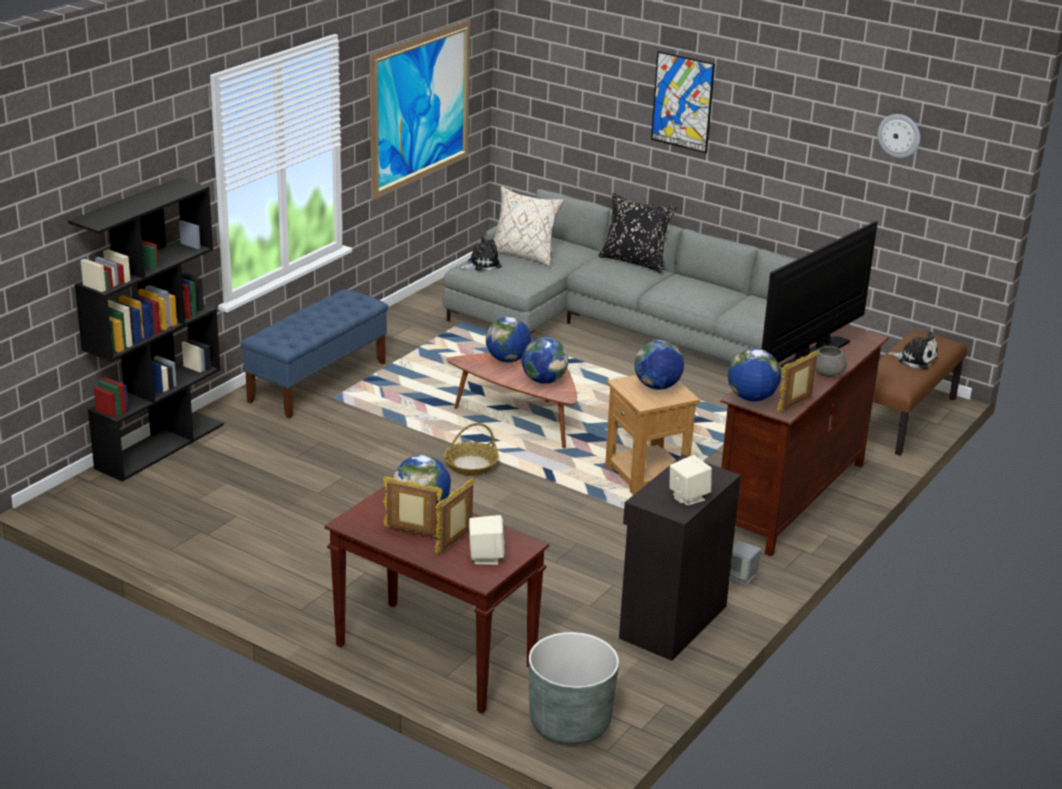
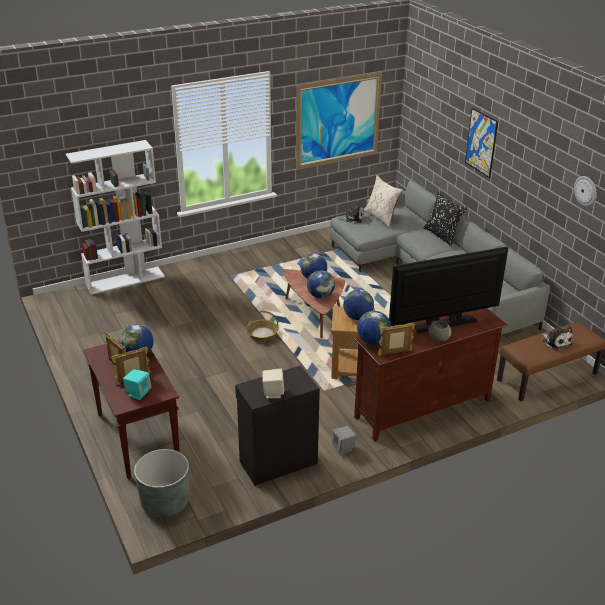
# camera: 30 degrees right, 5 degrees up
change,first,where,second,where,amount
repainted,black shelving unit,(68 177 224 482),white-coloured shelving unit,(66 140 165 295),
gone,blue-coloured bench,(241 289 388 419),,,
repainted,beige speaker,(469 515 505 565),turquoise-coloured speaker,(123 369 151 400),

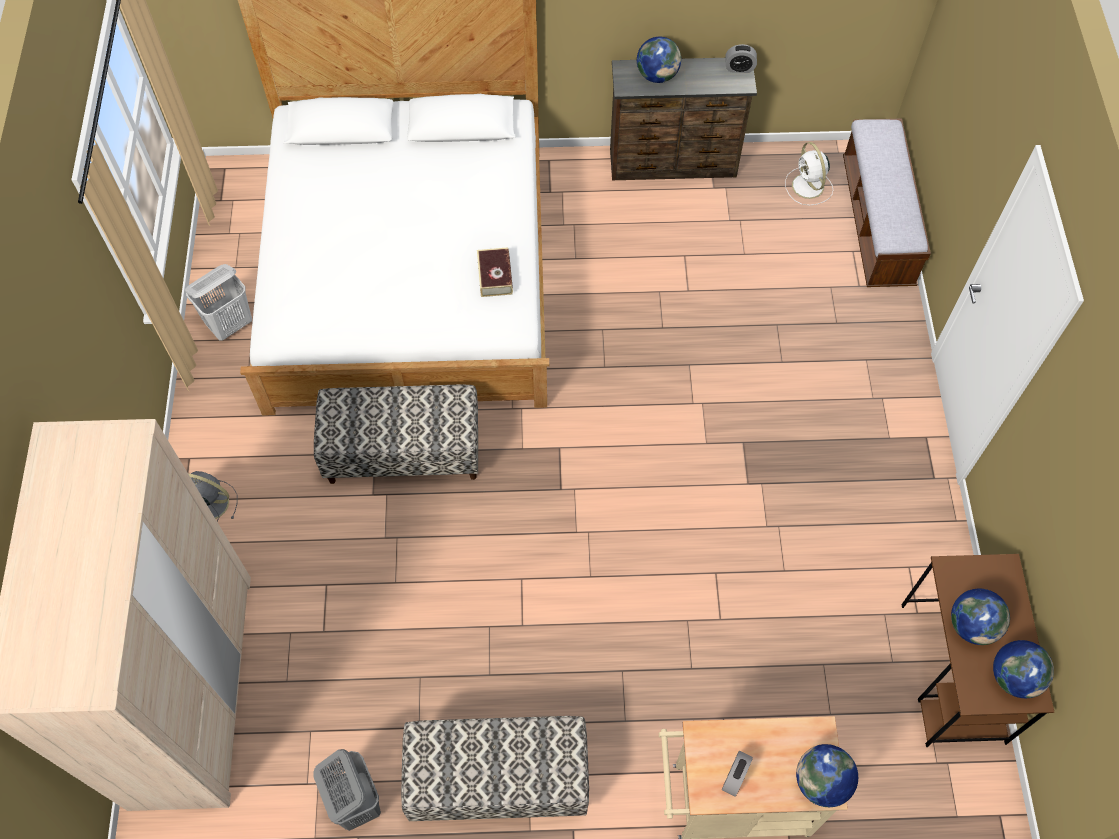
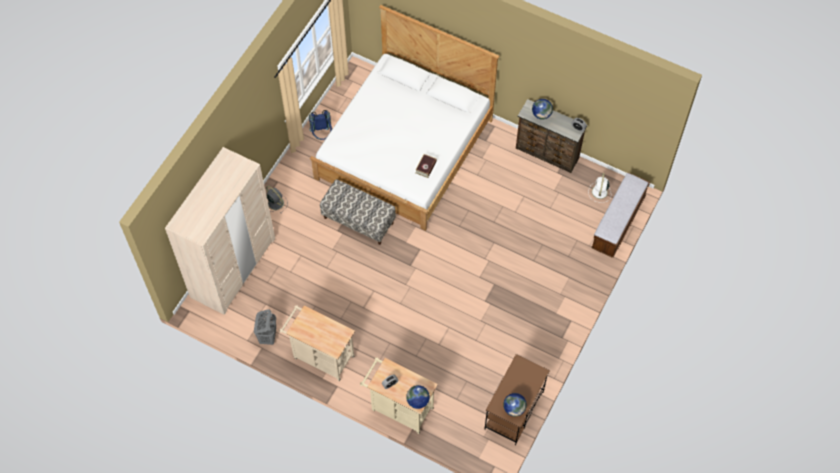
# camera: 30 degrees right, 0 degrees up
change,first,where,second,where,amount
swapped,white-coloured laundry basket,(185 264 252 341),blue-coloured rucksack,(309 110 332 140),
swapped,bench,(401 716 589 821),beige wheeled cart,(279 305 355 381),
gone,desk globe,(951 589 1010 645),,,

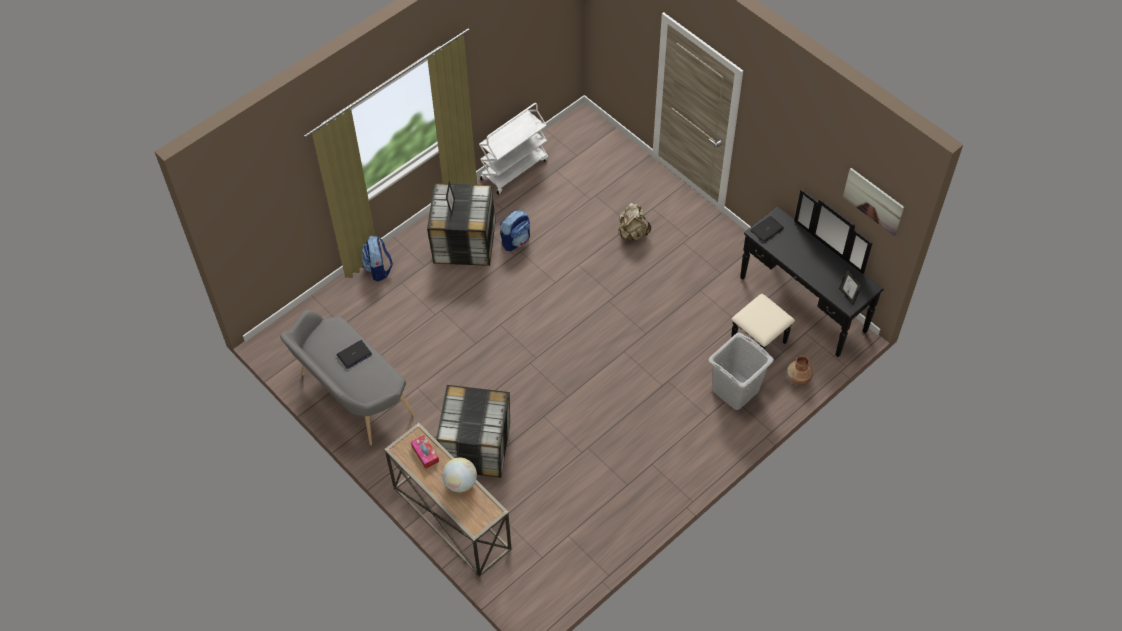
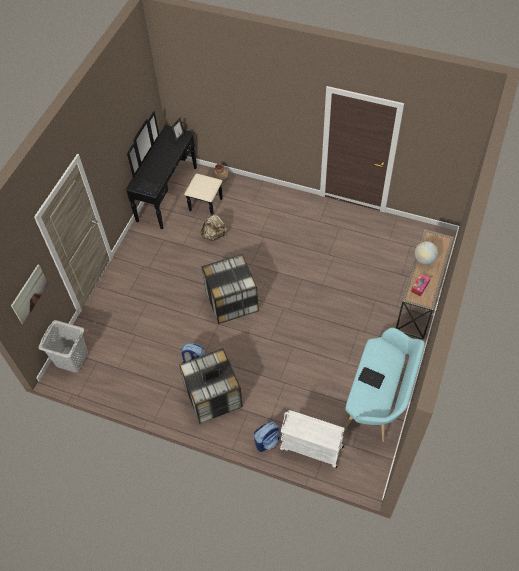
# camera: 115 degrees left, 0 degrees up
change,first,where,second,where,amount
repainted,grey bench,(280 310 415 445),turquoise-coloured bench,(344 328 425 442),
shifted,storage box,(436 385 510 478),,(201 254 259 324),
shifted,white-coloured wheeled cart,(479 103 548 195),,(280 410 345 468),
shifted,beige rucksack,(618 203 651 241),,(200 214 227 241),
shifted,grey laundry basket,(709 333 774 410),,(38 320 88 373),
shifted,wall picture,(843 168 904 236),,(11 265 48 324),

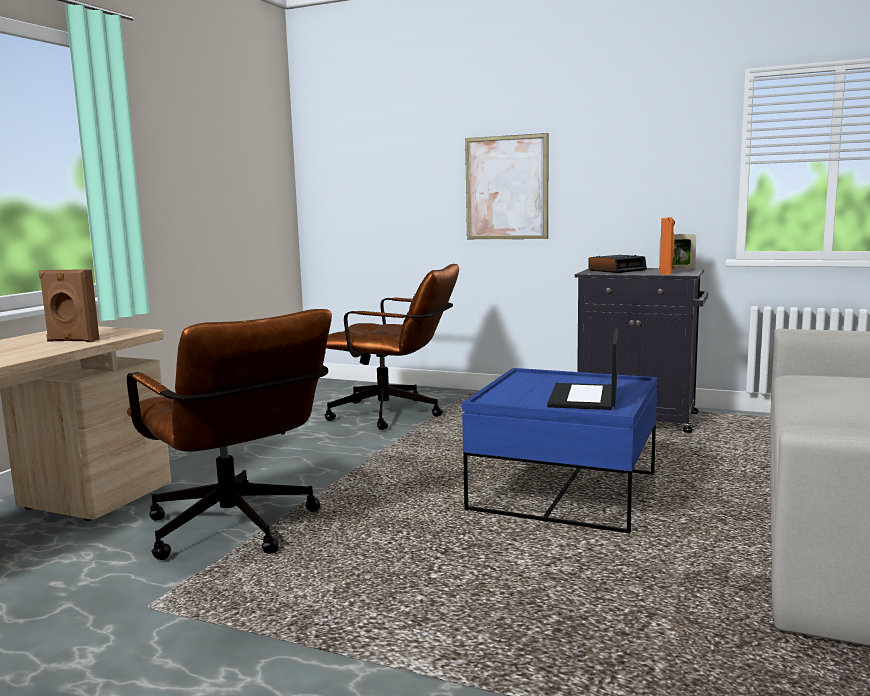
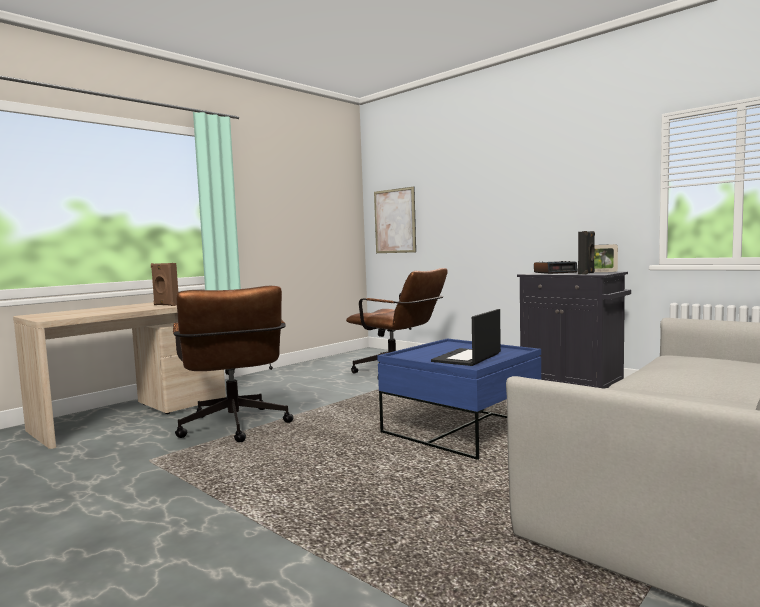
# camera: 20 degrees right, 5 degrees down
change,first,where,second,where,amount
shifted,wall picture,(465 133 548 239),,(374 186 416 253),
repainted,orangey speaker,(660 217 675 275),black speaker,(578 231 595 275),

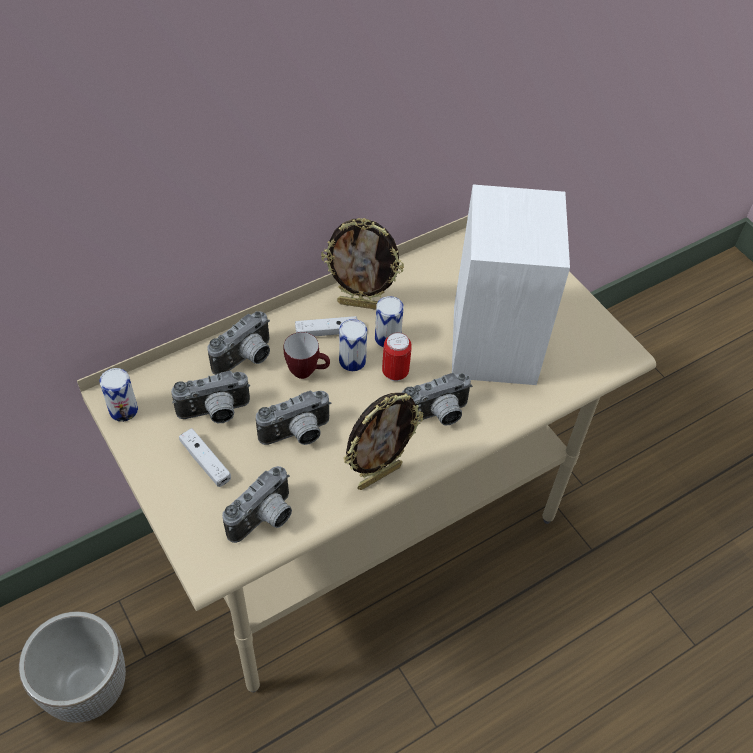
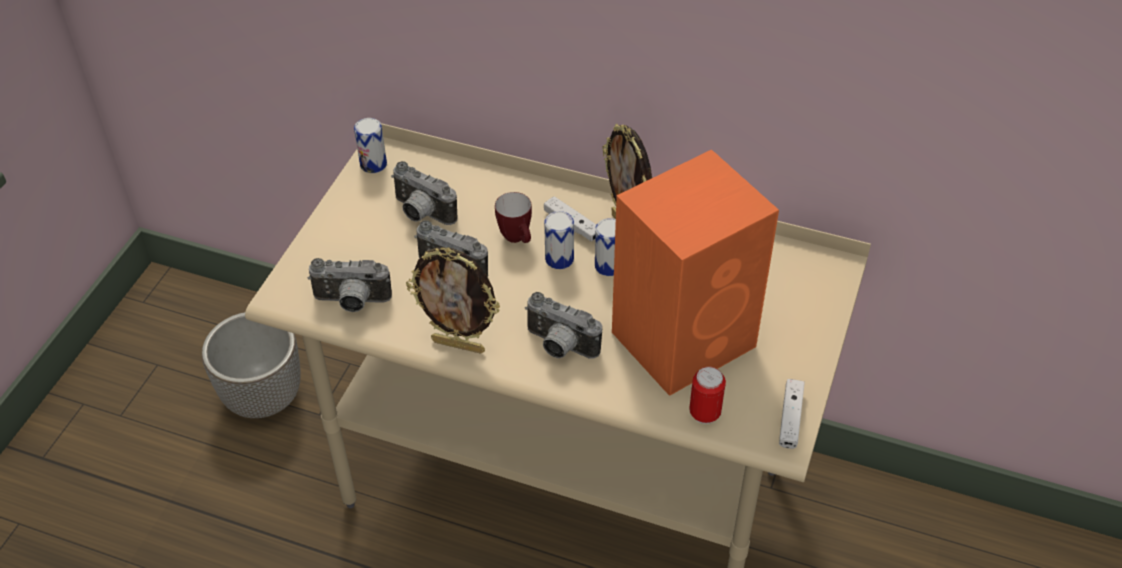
# camera: 55 degrees right, 5 degrees down
change,first,where,second,where,amount
shifted,white-coloured gamepad,(179 428 231 487),,(779 379 805 449),
gone,photo camera,(208 311 270 375),,,
shifted,metal can,(382 332 412 381),,(689 367 726 424),
repainted,white-coloured speaker,(452 184 570 385),orangey speaker,(612 149 779 396),

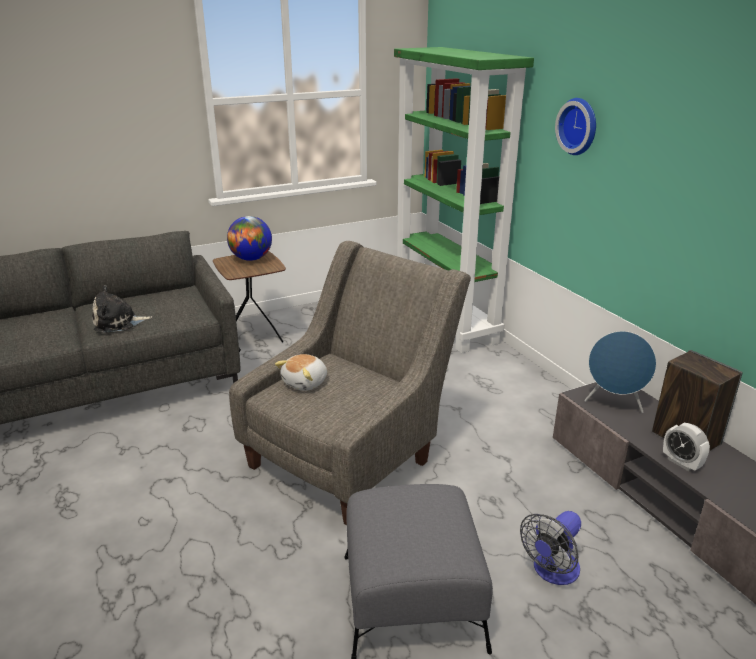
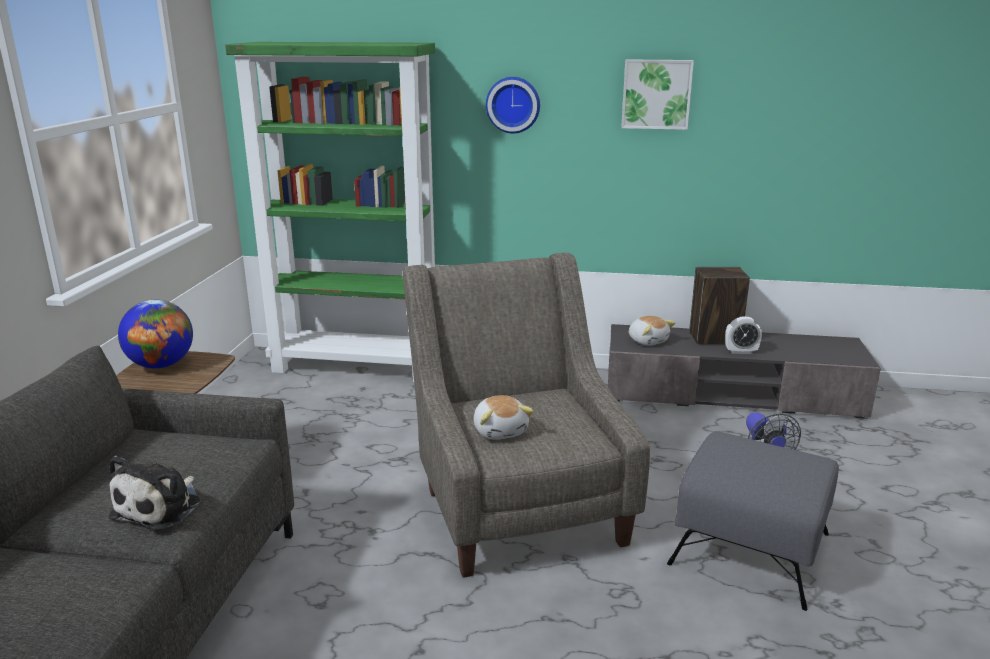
# camera: 55 degrees left, 5 degrees down
change,first,where,second,where,amount
swapped,blue-coloured speaker,(584 331 656 413),soft toy,(629 316 675 346),
new,,,wall picture,(621 59 694 130),

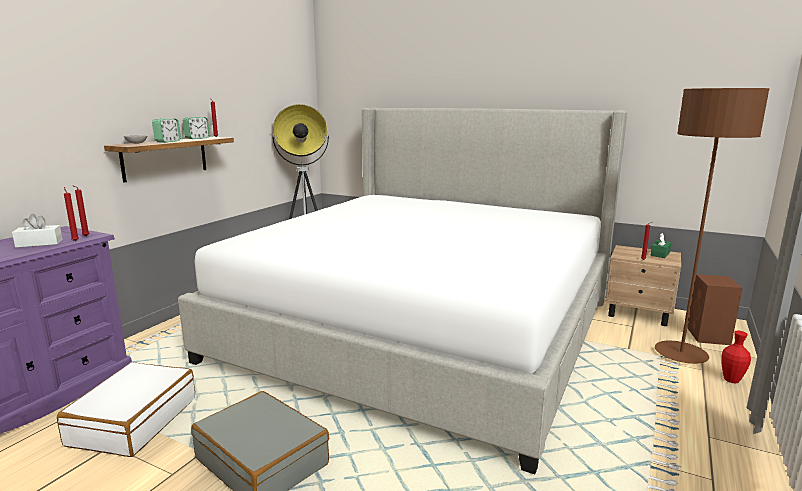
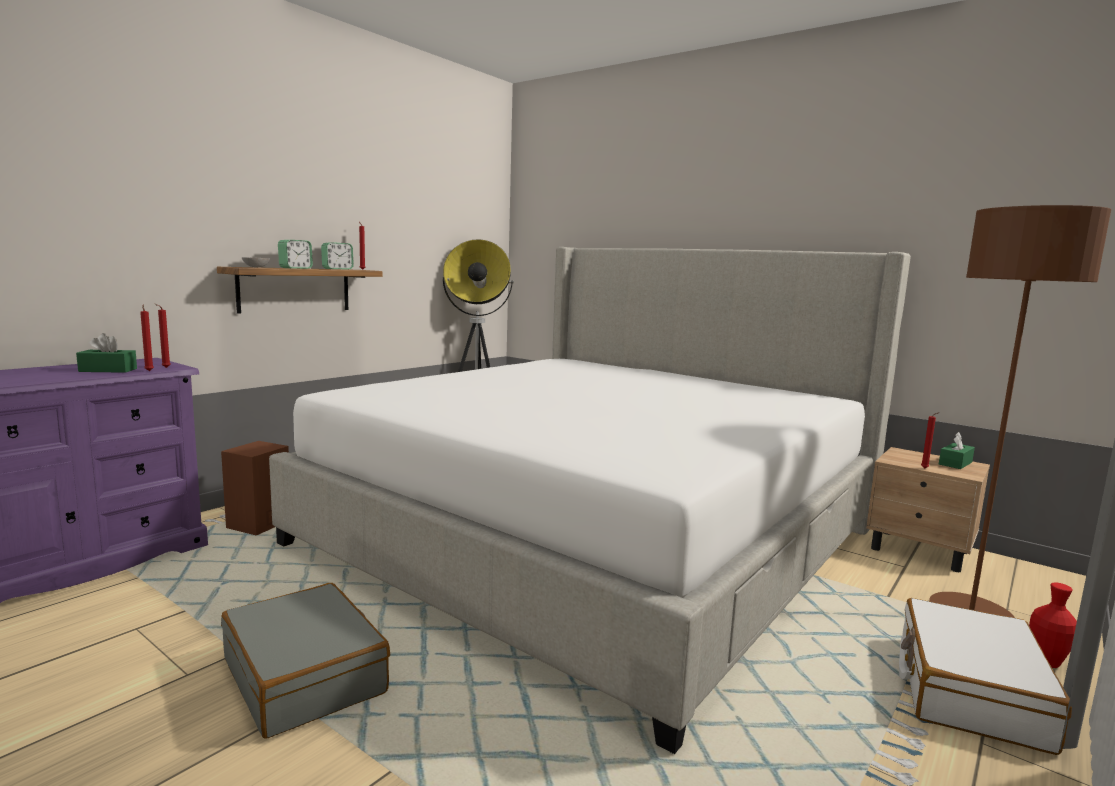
# camera: 10 degrees right, 5 degrees down
change,first,where,second,where,amount
repainted,white-coloured tissue box,(12 214 63 248),green-coloured tissue box,(76 333 137 373),
shifted,white-coloured travel case,(57 362 195 457),,(899 598 1072 755),
shifted,brownish speaker,(687 274 742 345),,(221 441 289 536),

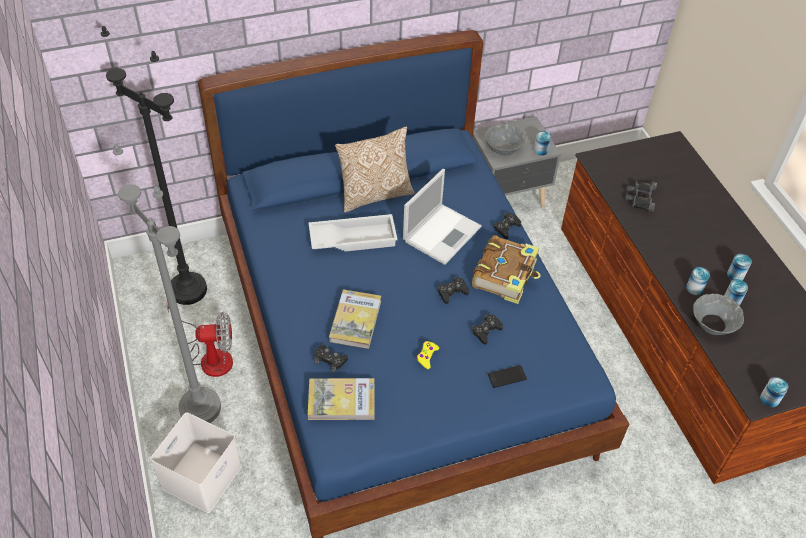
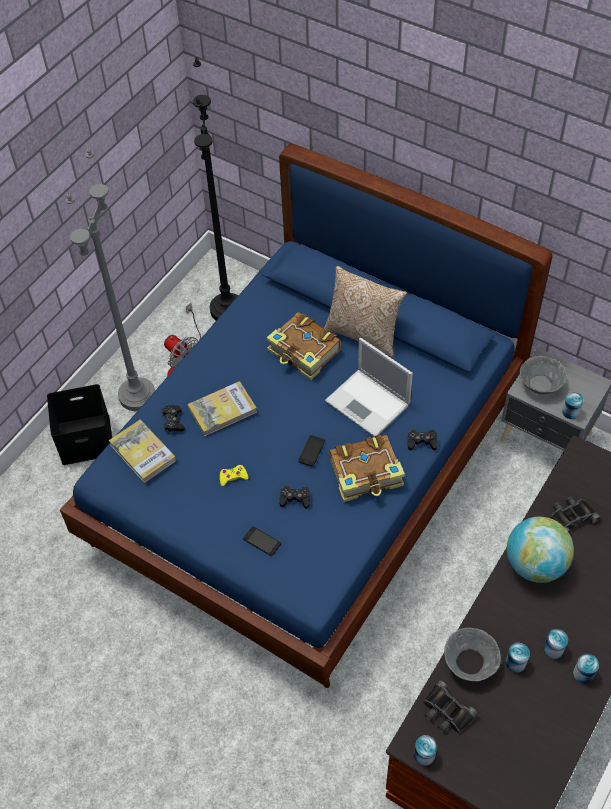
# camera: 55 degrees right, 5 degrees up
change,first,where,second,where,amount
repainted,white-coloured storage box,(150 412 242 513),black storage box,(47 384 112 465),
swapped,white-coloured tray,(308 214 398 252),bound book,(267 312 341 380),
rotated,portable computer,(403 169 482 265),,(325 338 413 437),45 degrees clockwise
swapped,black gamepad,(438 277 469 304),telephone,(298 435 325 467),
shifted,metal can,(686 267 710 295),,(573 654 599 684),
new,,,black binoculars,(424 680 478 733),
new,,,desk globe,(507 517 574 583),

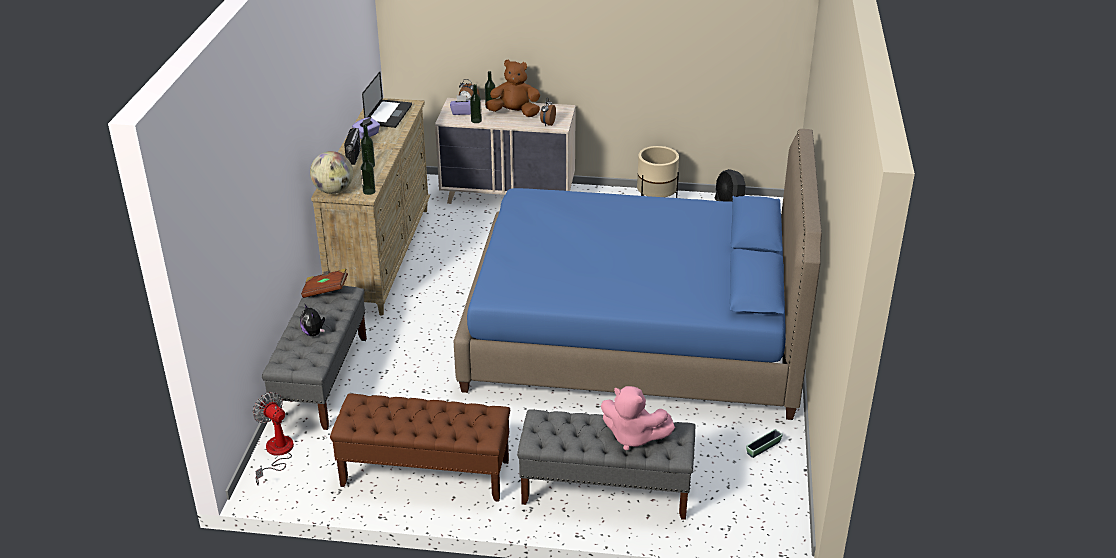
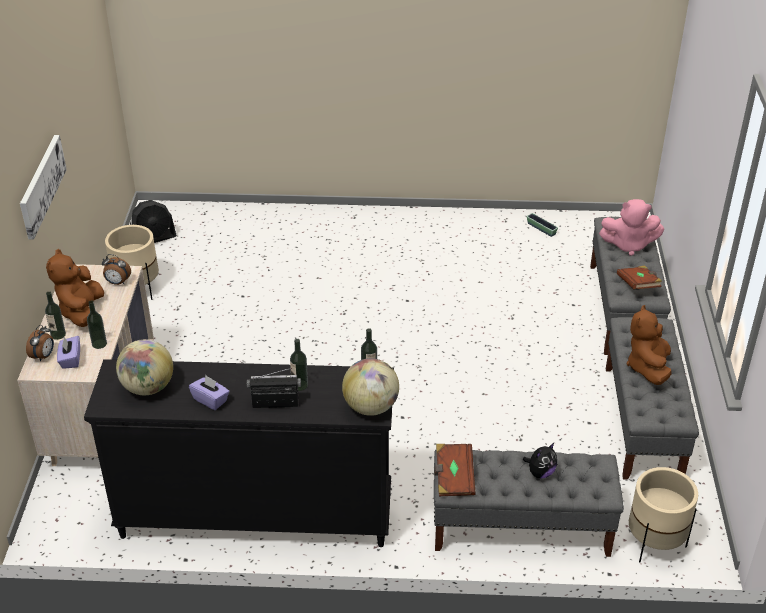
# camera: 95 degrees left, 5 degrees up
change,first,where,second,where,amount
swapped,fan,(253 392 294 485),beige flower pot,(629 467 698 563),
repainted,beige chest of drawers,(311 98 430 316),black chest of drawers,(84 359 394 547),
repainted,brownish bench,(330 394 510 502),grey bench,(606 317 699 480),
swapped,portable computer,(362 72 412 128),desk globe,(116 339 173 395),
gone,blue-coloured bedroom bed,(453 129 822 420),,,
rotated,pink-coloured soft toy,(601 386 675 450),,(599 199 664 256),75 degrees clockwise
new,,,wall picture,(20 135 67 239),
new,,,brownish bound book,(617 265 662 289),
new,,,brownish soft toy,(626 305 671 385),

